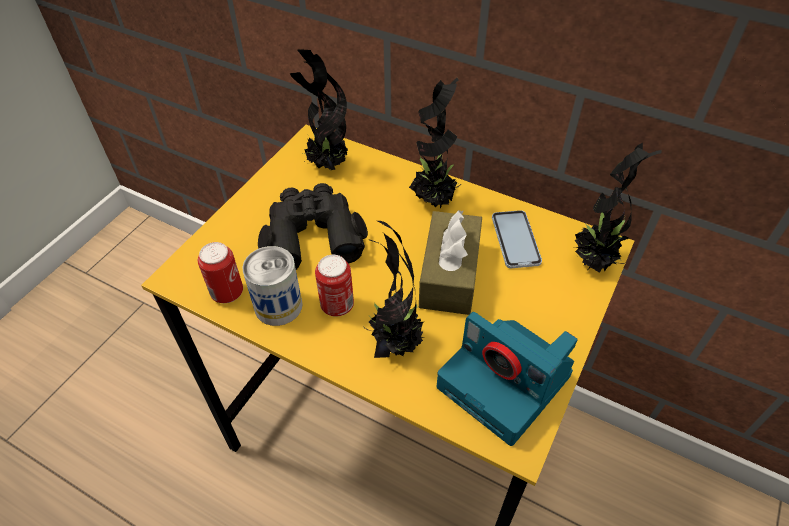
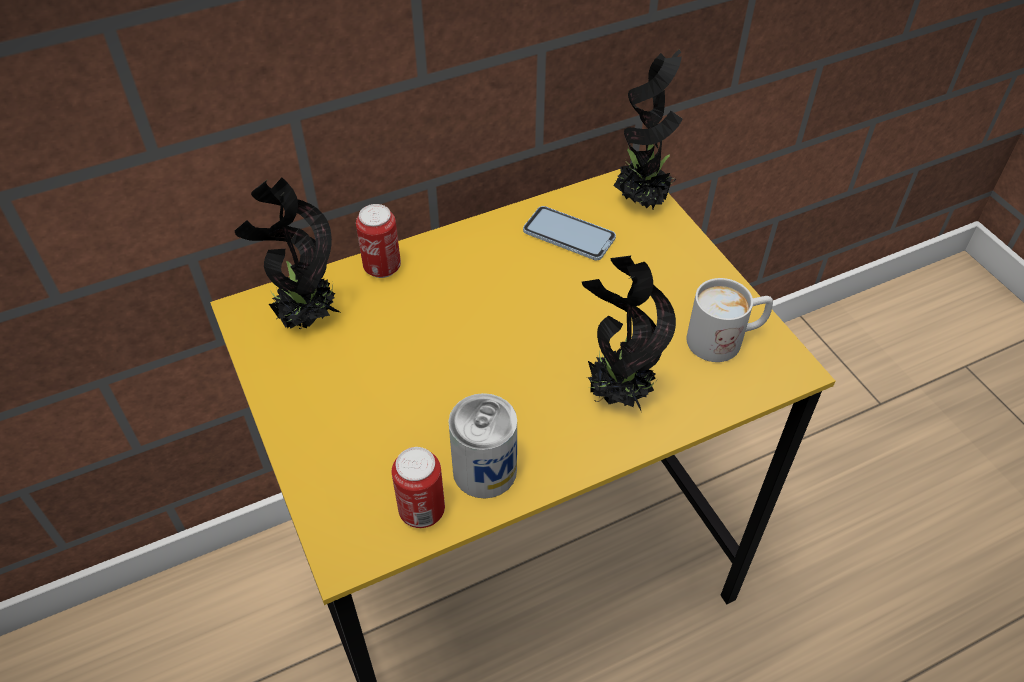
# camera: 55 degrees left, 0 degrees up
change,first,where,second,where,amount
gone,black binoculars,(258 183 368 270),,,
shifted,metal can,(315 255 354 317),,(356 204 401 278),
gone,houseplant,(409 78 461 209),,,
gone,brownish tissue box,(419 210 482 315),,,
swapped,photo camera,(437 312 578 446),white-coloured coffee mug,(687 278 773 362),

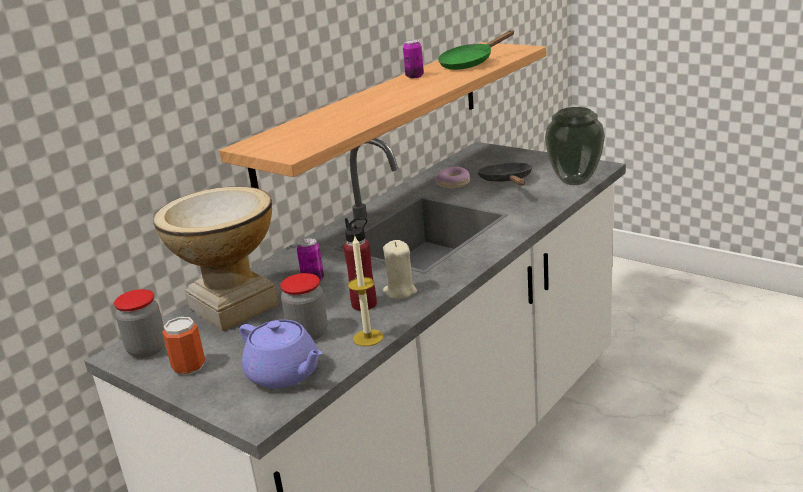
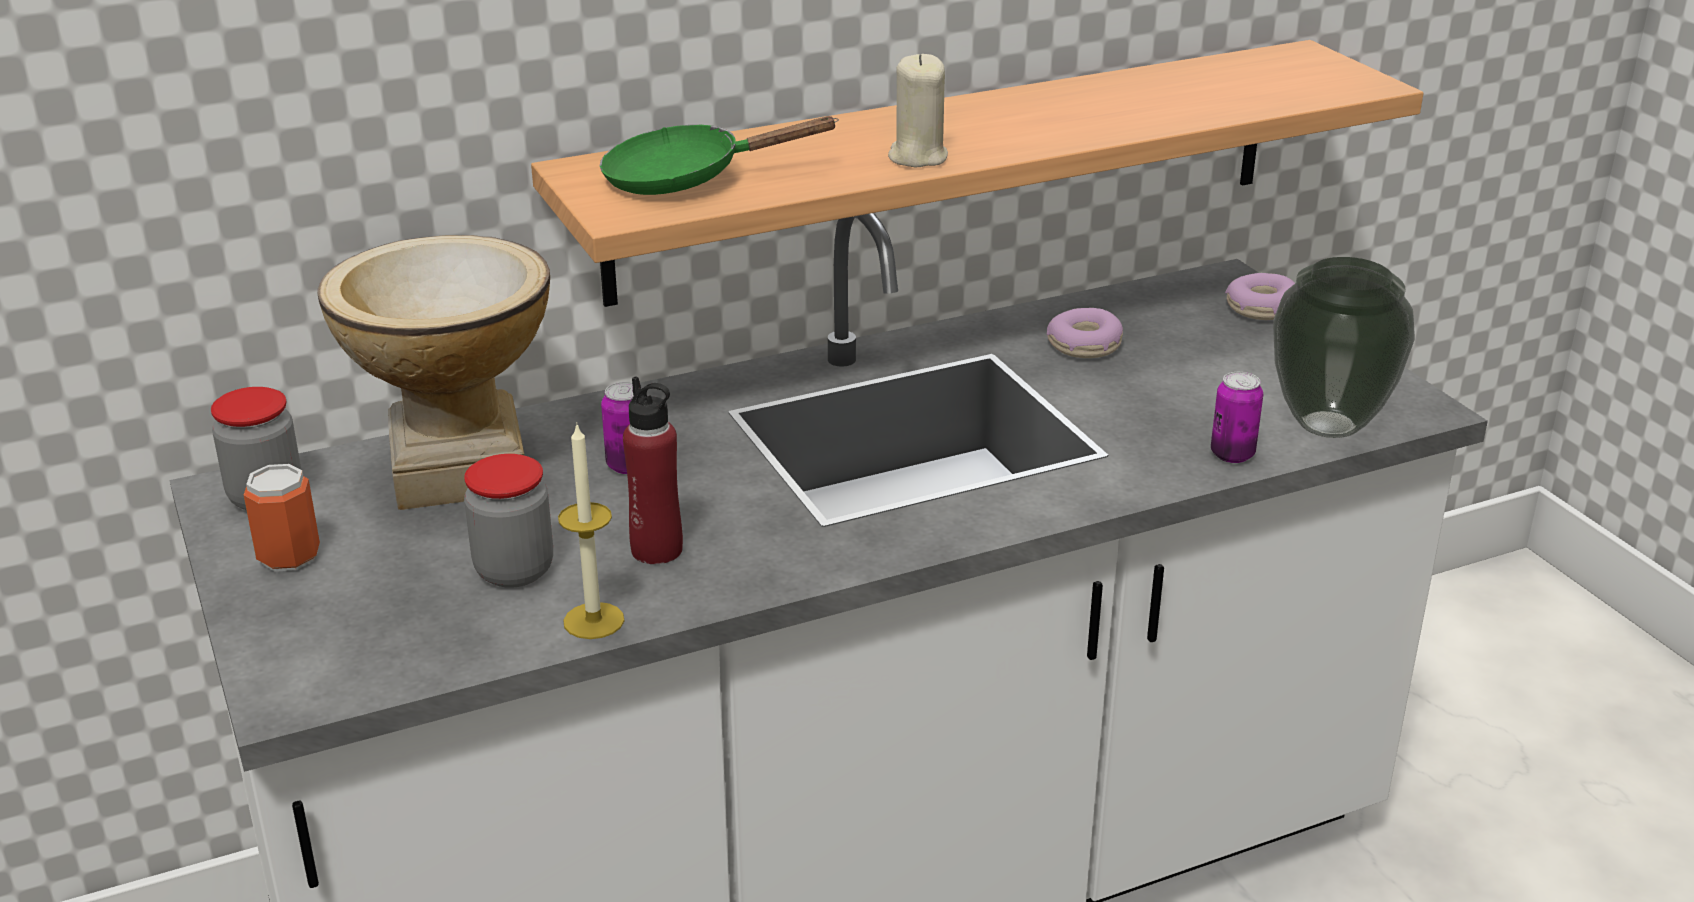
# camera: 25 degrees right, 5 degrees up
change,first,where,second,where,amount
gone,purple teapot,(239 320 322 389),,,
shifted,beige wax candle,(383 240 417 299),,(888 54 948 167),
shifted,metal can,(403 40 424 78),,(1211 372 1263 463),
shifted,green-coloured pan,(438 30 514 70),,(600 116 839 195),
gone,black pan,(477 163 532 186),,,
new,,,doughnut,(1225 273 1295 320),

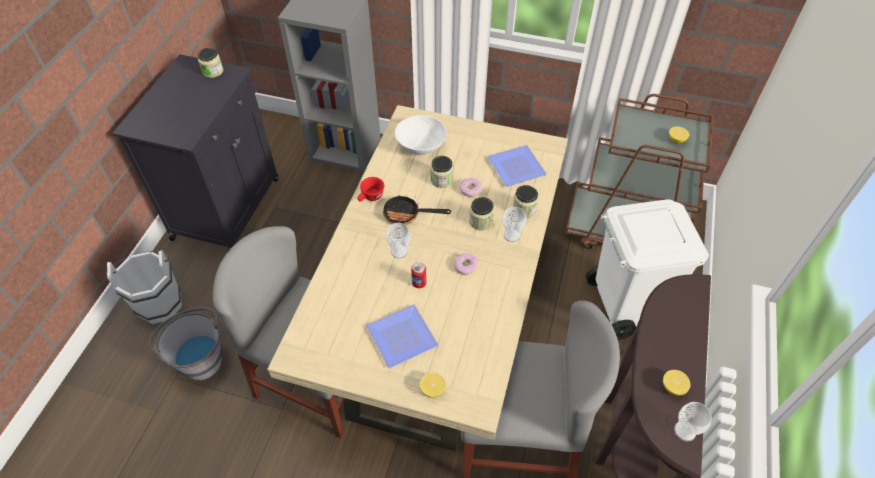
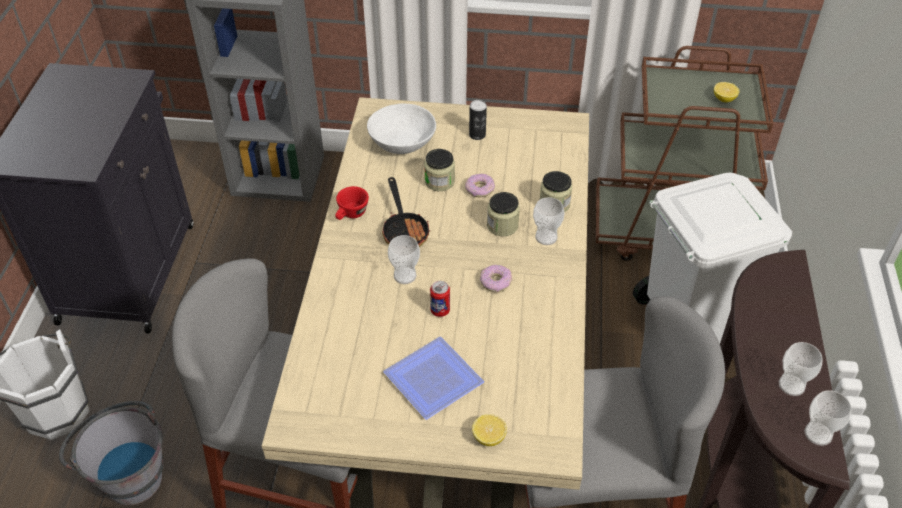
# camera: 10 degrees left, 5 degrees down
change,first,where,second,where,amount
gone,preserve jar,(197 48 223 78),,,
rotated,pan,(383 195 451 225),,(382 177 430 247),105 degrees counterclockwise
gone,dinner plate,(487 145 547 187),,,
swapped,lemon,(663 370 690 395),drinking cup,(779 342 822 396),
new,,,metal can,(469 100 487 140),

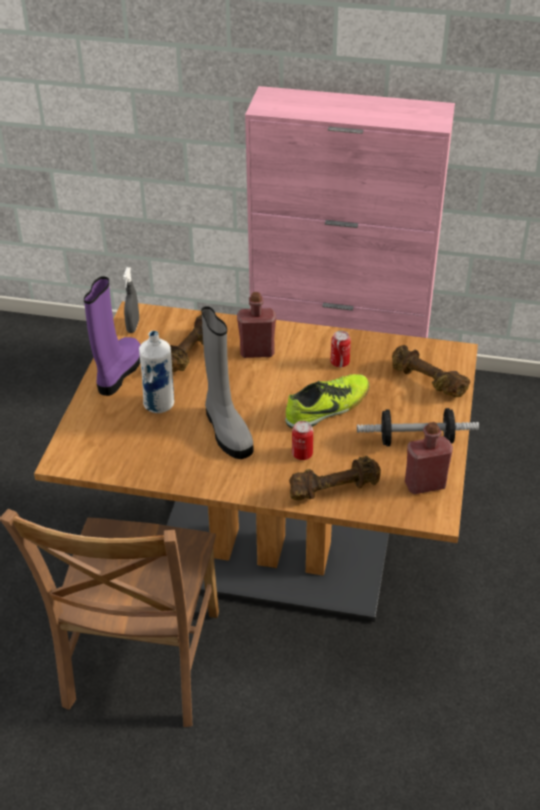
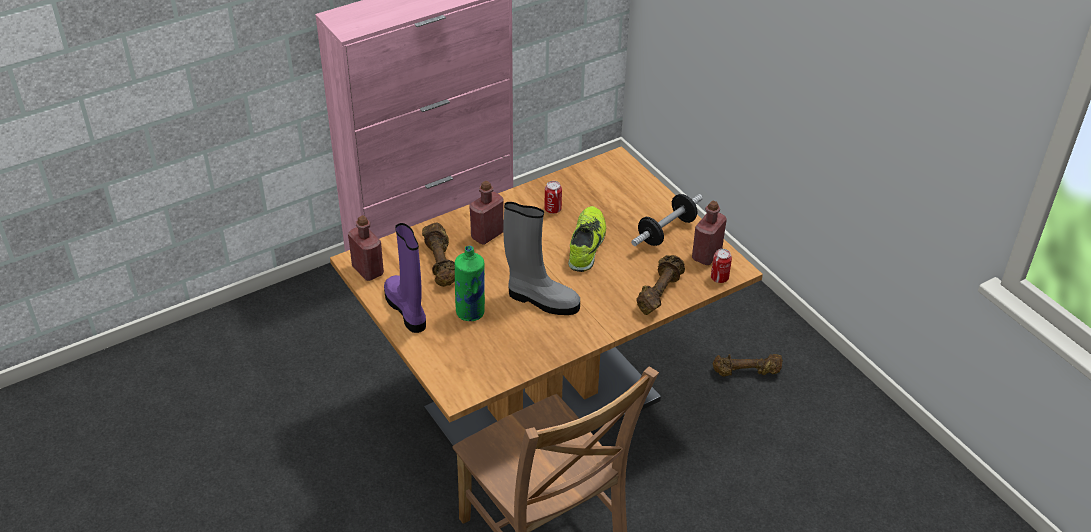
# camera: 45 degrees left, 0 degrees up
change,first,where,second,where,amount
swapped,grey sprayer,(123 267 139 333),red-coloured bottle,(348 215 384 281),
repainted,white-coloured bottle,(139 331 174 413),green-coloured bottle,(455 246 485 321),
shifted,metal can,(292 421 313 460),,(711 249 732 283),
shifted,brownish dumbbell,(392 345 470 397),,(713 354 783 377),

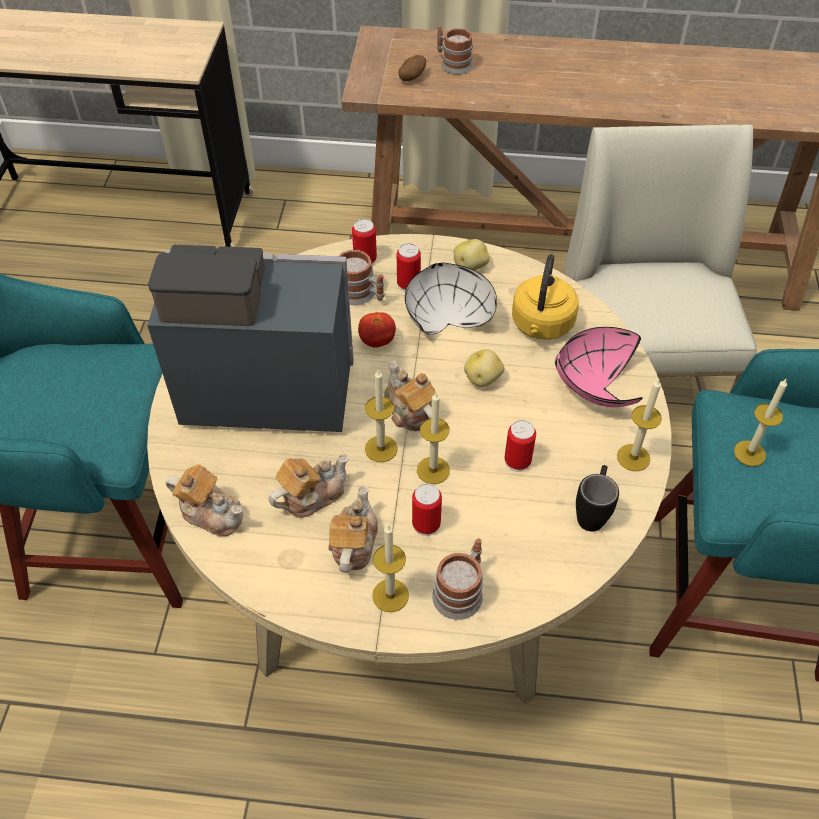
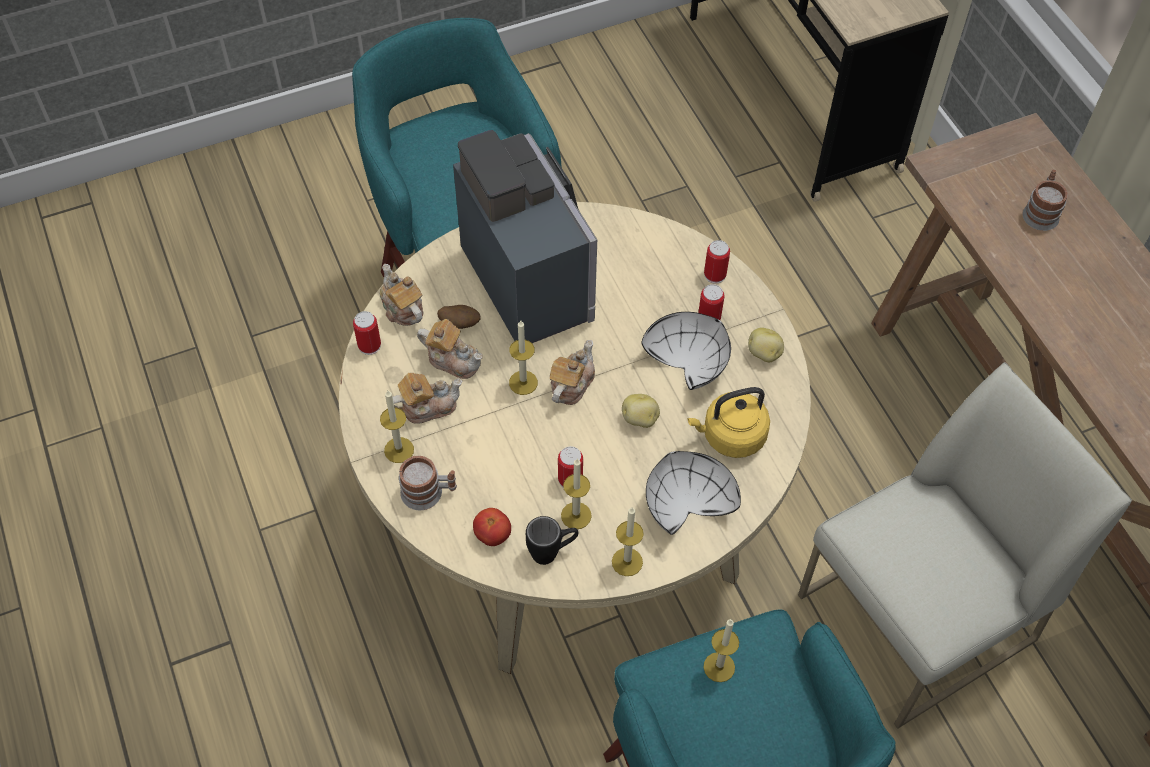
# camera: 60 degrees right, 5 degrees up
change,first,where,second,where,amount
rotated,teapot,(166 464 243 536),,(380 264 423 326),150 degrees clockwise
gone,coffee mug,(339 250 384 305),,,
shifted,tomato,(358 312 396 348),,(473 508 511 546),
shifted,potato,(399 55 426 81),,(437 305 480 329),
shifted,metal can,(412 483 442 536),,(353 311 381 355),
shifted,wax candle,(417 393 450 484),,(561 458 592 529),
repainted,pink-coloured serving bowl,(555 327 643 407),white-coloured serving bowl,(646 451 741 535),

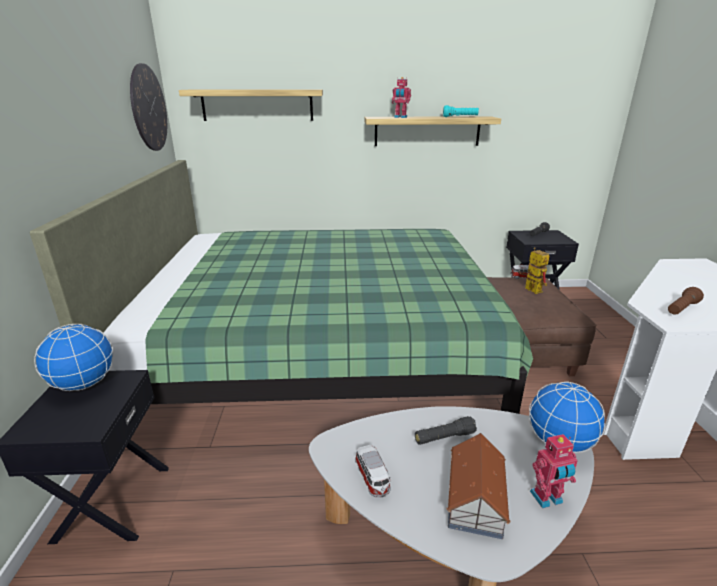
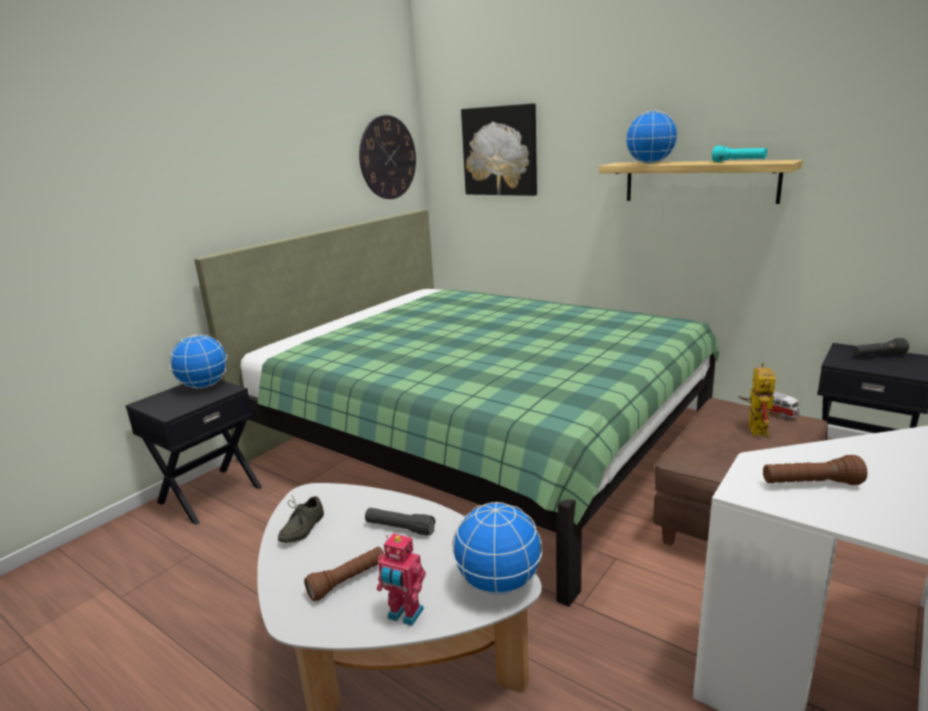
# camera: 40 degrees right, 5 degrees down
change,first,where,second,where,amount
swapped,shelf,(179 89 323 121),wall picture,(461 103 537 196),
swapped,model car,(355 444 391 498),grey low shoe,(278 495 324 543),
swapped,model robot,(392 77 411 118),desk globe,(626 110 678 164),
swapped,miniature house,(447 433 510 539),brownish torch,(304 547 384 601),

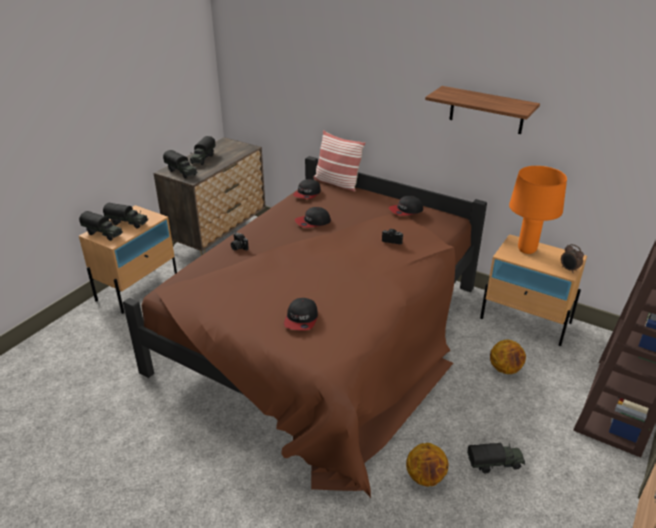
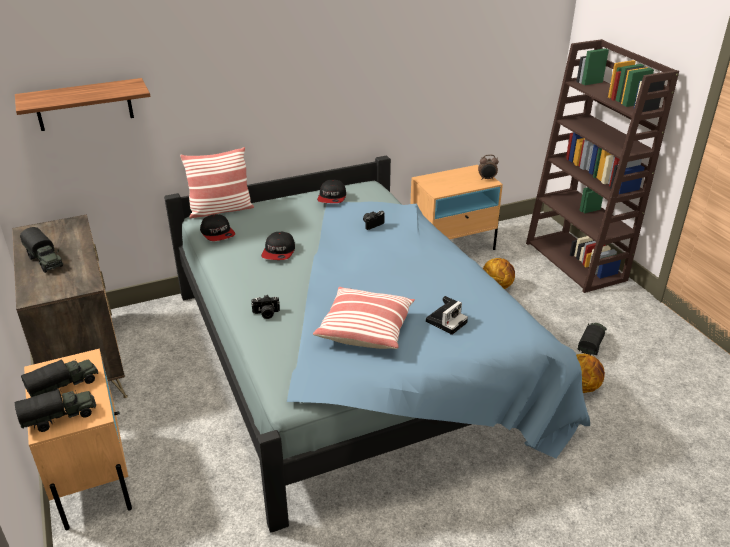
# camera: 55 degrees left, 0 degrees up
change,first,where,second,where,amount
repainted,brownish bedroom bed,(123 156 487 498),blue-coloured bedroom bed,(164 155 590 533),
gone,model truck,(163 150 197 179),,,
swapped,peaked cap,(284 298 318 331),photo camera,(426 296 468 335),
shifted,shelf,(425 86 540 134),,(15 78 150 131),
gone,orangey table lamp,(509 166 567 254),,,
new,,,cushion,(313 287 415 349),

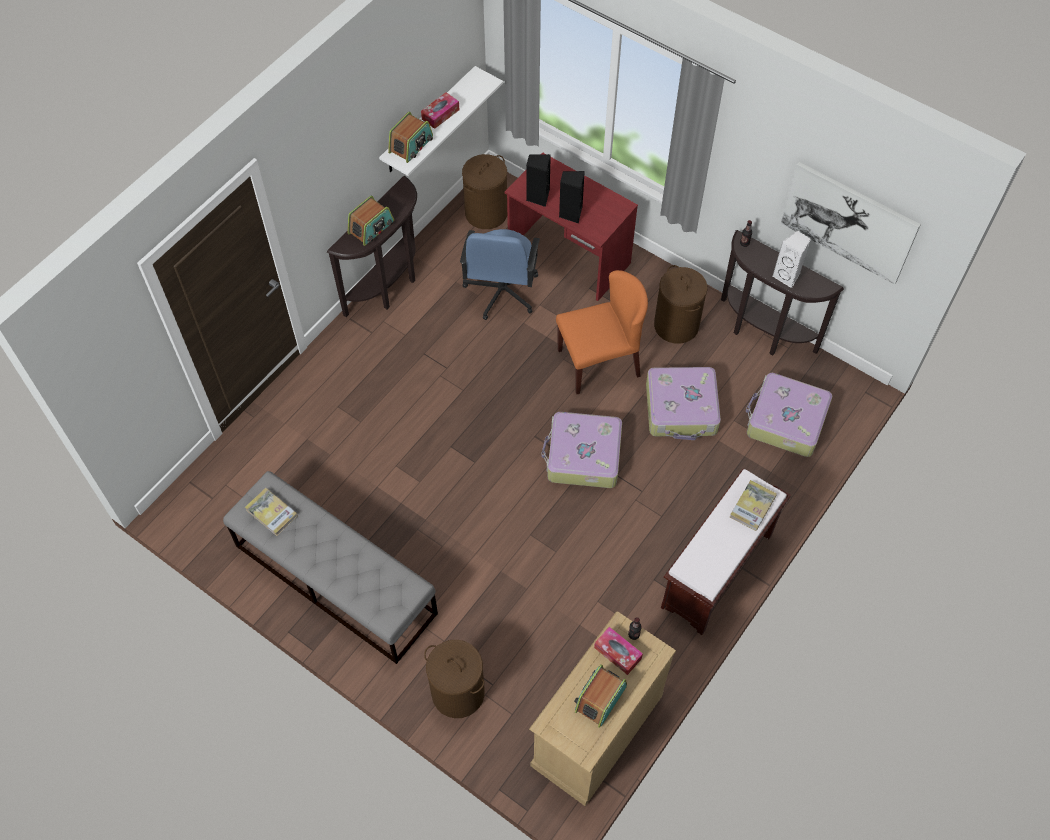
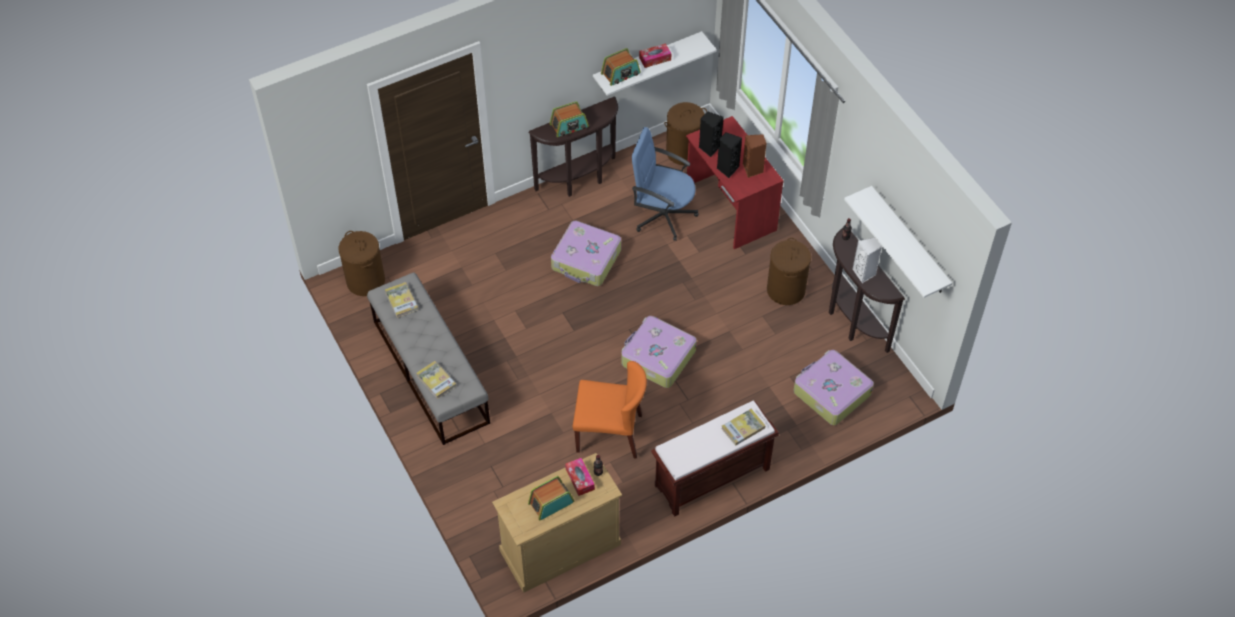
# camera: 25 degrees right, 5 degrees down
change,first,where,second,where,amount
shifted,brownish laundry basket,(424 640 485 718),,(339 231 385 296),
rotated,blue-coloured desk chair,(460 229 540 320),,(632 127 699 241),75 degrees clockwise
shifted,orangey plain chair,(556 270 648 394),,(573 361 647 459),
shifted,travel case,(646 367 721 440),,(551 220 621 286),
swapped,wall picture,(781 162 921 285),white-coloured shelf,(844 186 952 298),
new,,,bound book,(416 361 456 399),
new,,,brownish speaker,(743 134 767 178),

